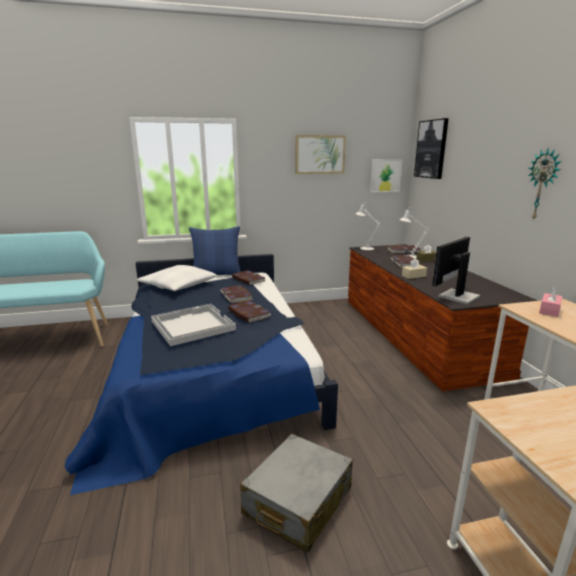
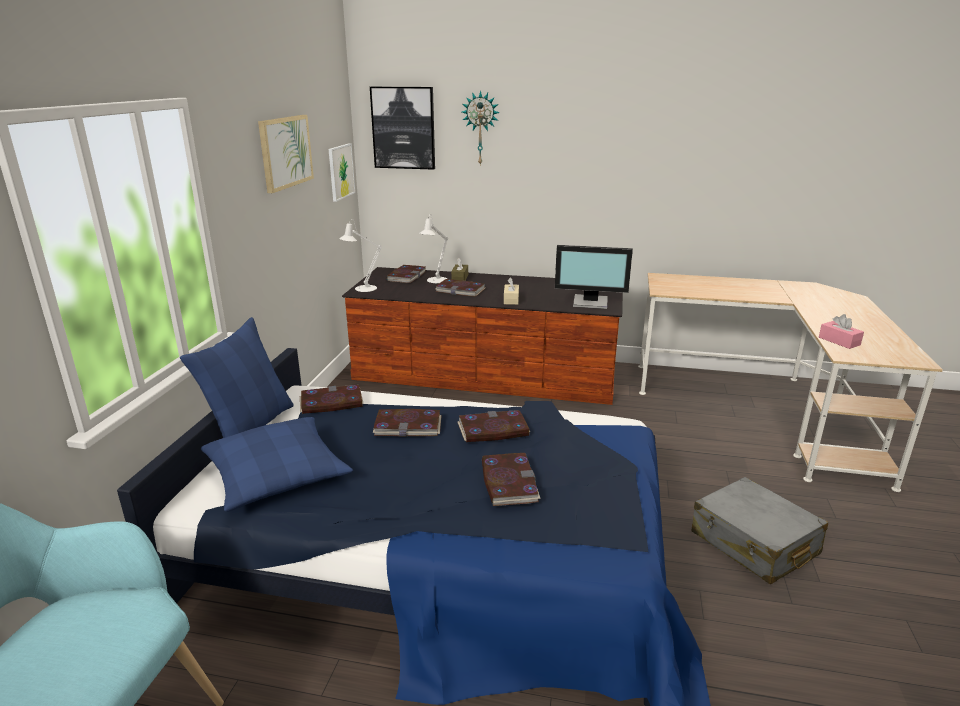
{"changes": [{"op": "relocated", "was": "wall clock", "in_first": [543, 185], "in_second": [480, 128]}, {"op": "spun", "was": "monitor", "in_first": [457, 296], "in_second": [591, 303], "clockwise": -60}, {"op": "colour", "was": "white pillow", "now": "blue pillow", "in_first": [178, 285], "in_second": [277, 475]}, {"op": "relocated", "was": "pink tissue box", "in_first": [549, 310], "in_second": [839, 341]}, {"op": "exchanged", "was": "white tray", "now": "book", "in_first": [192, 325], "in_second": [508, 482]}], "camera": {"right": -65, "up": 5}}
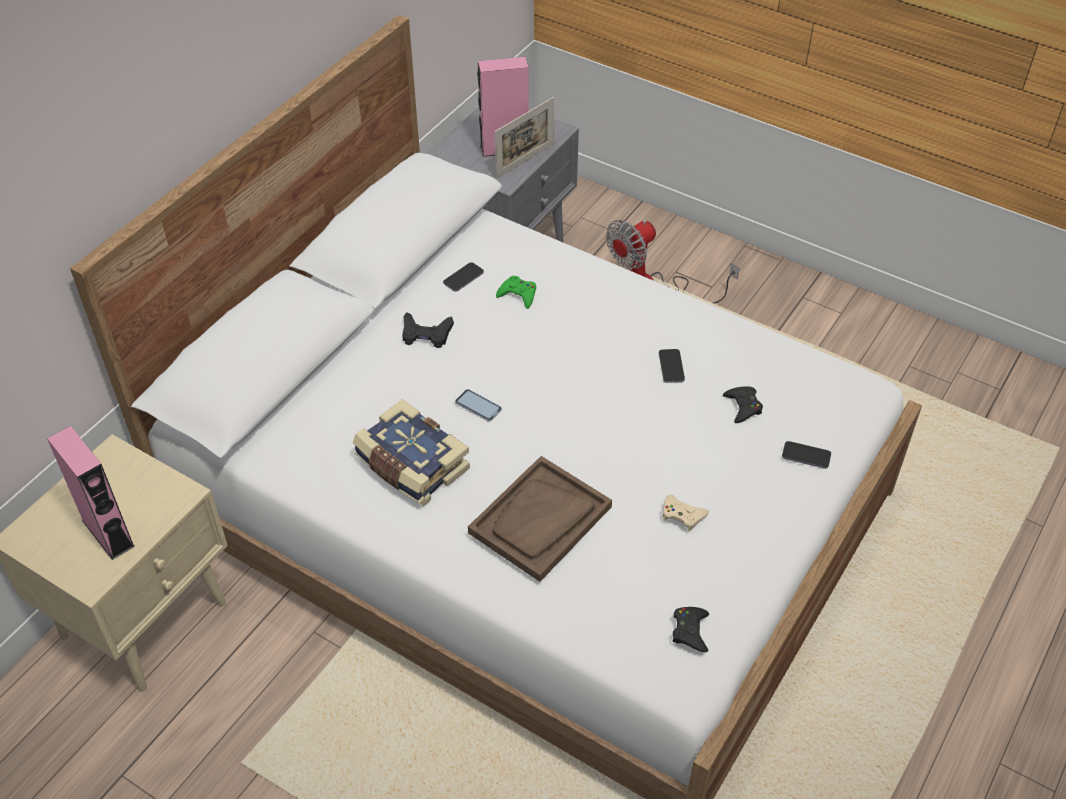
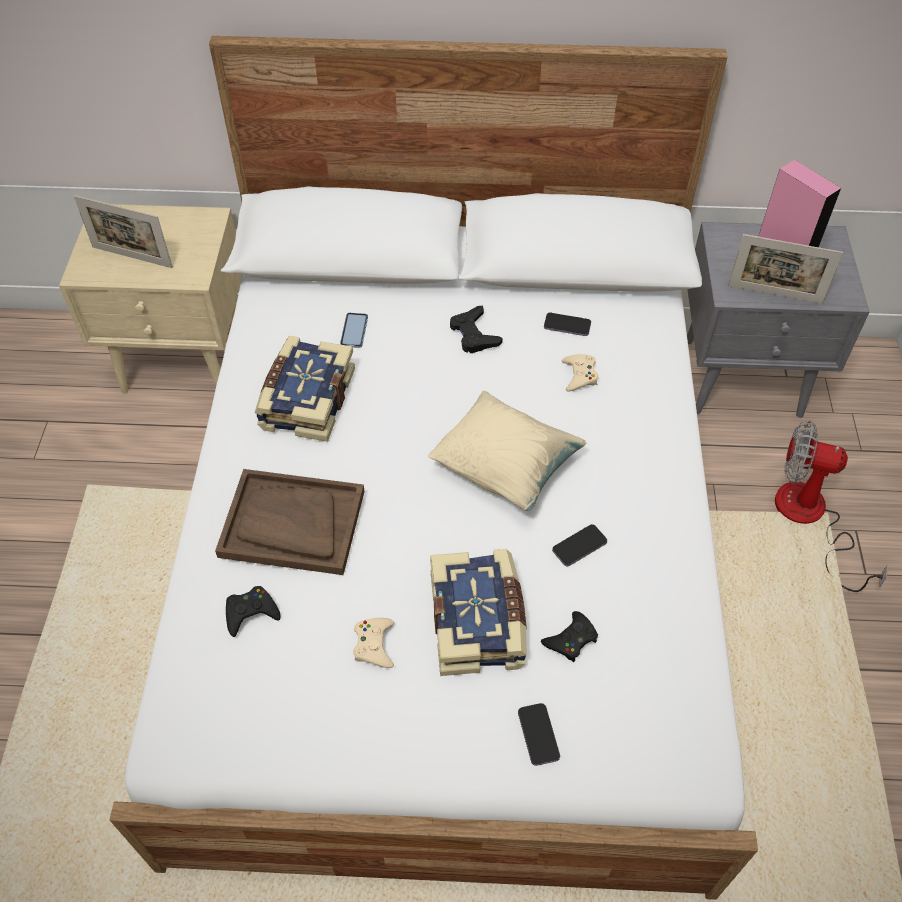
{"changes": [{"op": "colour", "was": "green game controller", "now": "beige game controller", "in_first": [518, 295], "in_second": [579, 375]}, {"op": "relocated", "was": "phone", "in_first": [478, 406], "in_second": [354, 331]}, {"op": "exchanged", "was": "pink speaker", "now": "picture frame", "in_first": [108, 533], "in_second": [132, 257]}, {"op": "relocated", "was": "black game controller", "in_first": [690, 631], "in_second": [251, 613]}, {"op": "appeared", "now": "beige pillow", "in_second": [505, 468]}, {"op": "appeared", "now": "book", "in_second": [479, 621]}], "camera": {"right": 60, "up": 5}}
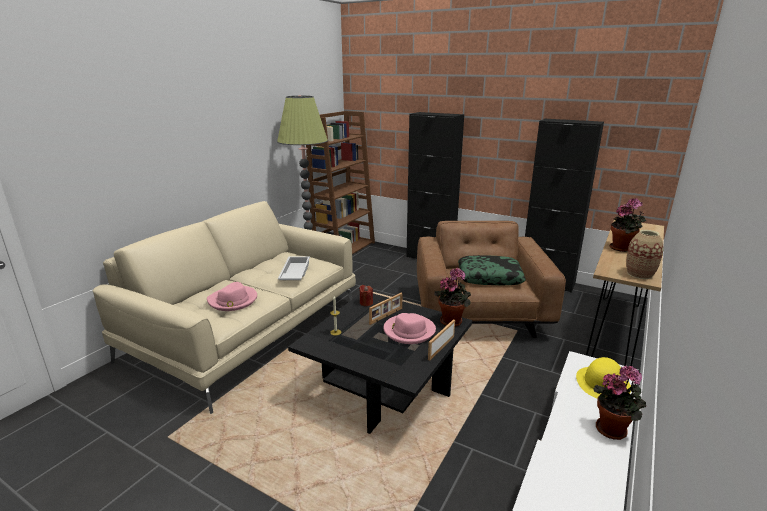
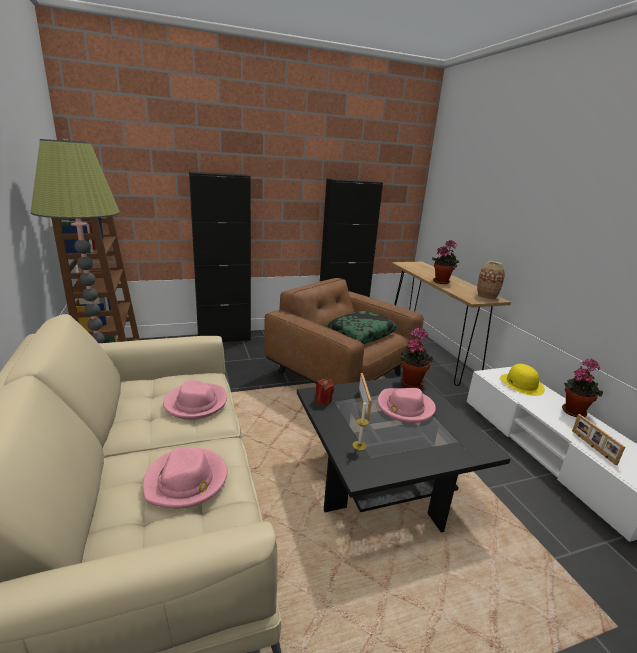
{"changes": [{"op": "exchanged", "was": "white tray", "now": "pink hat", "in_first": [294, 273], "in_second": [196, 403]}, {"op": "relocated", "was": "picture frame", "in_first": [440, 347], "in_second": [592, 447]}], "camera": {"right": -50, "up": 0}}
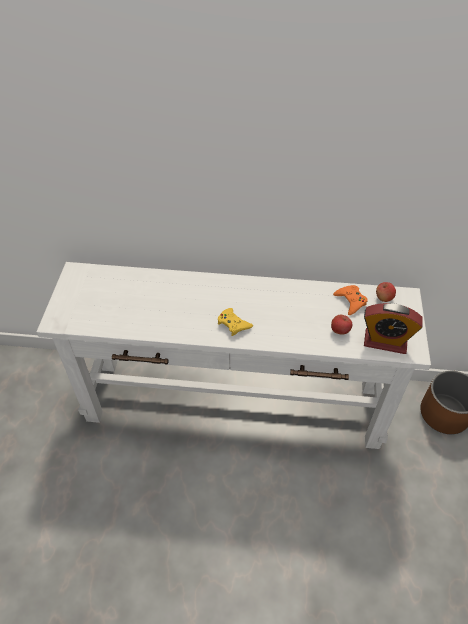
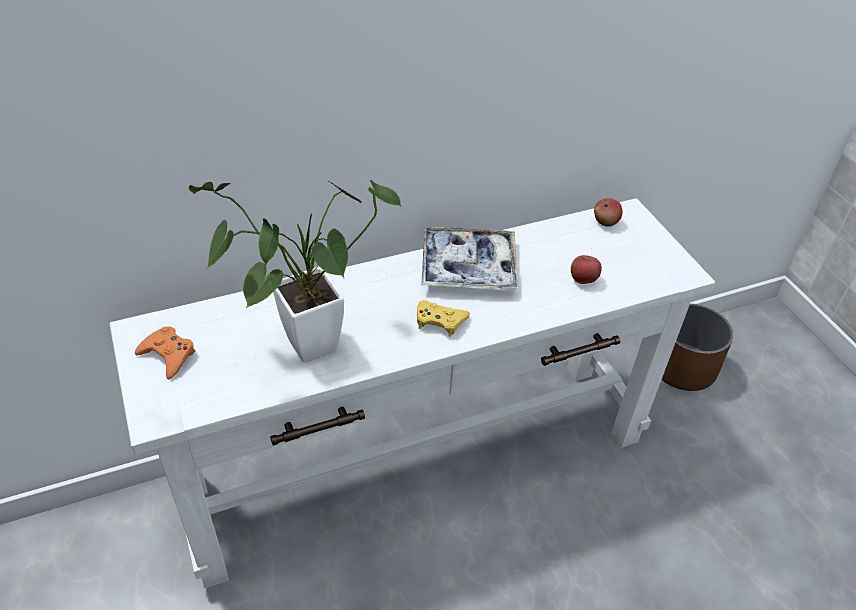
{"changes": [{"op": "relocated", "was": "orange game controller", "in_first": [350, 301], "in_second": [168, 355]}, {"op": "missing", "was": "alarm clock", "in_first": [385, 342]}, {"op": "appeared", "now": "potted plant", "in_second": [301, 349]}, {"op": "appeared", "now": "tray", "in_second": [468, 267]}], "camera": {"right": -30, "up": -5}}
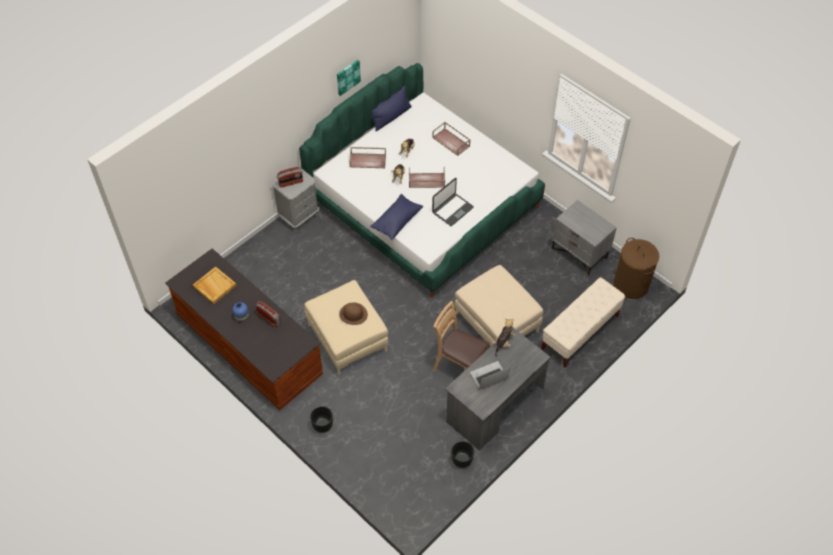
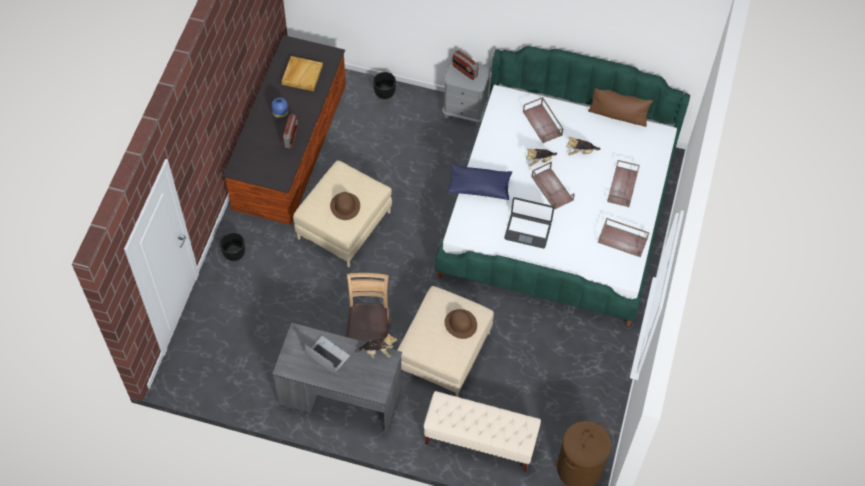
{"changes": [{"op": "missing", "was": "picture", "in_first": [347, 77]}, {"op": "colour", "was": "blue pillow", "now": "brown pillow", "in_first": [391, 117], "in_second": [618, 115]}, {"op": "missing", "was": "grey nightstand", "in_first": [580, 253]}, {"op": "relocated", "was": "black planter", "in_first": [462, 459], "in_second": [385, 92]}, {"op": "appeared", "now": "brown tray", "in_second": [623, 240]}, {"op": "appeared", "now": "brown hat", "in_second": [460, 324]}], "camera": {"right": 60, "up": 5}}
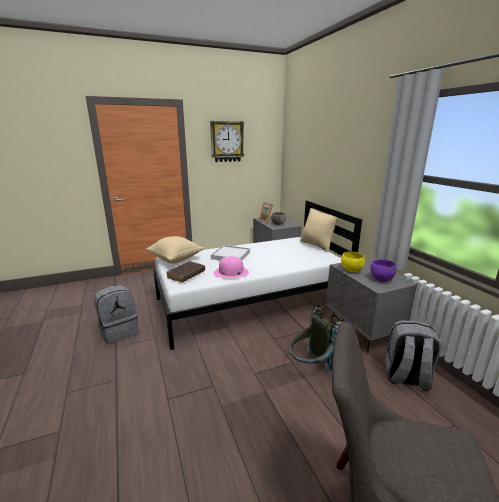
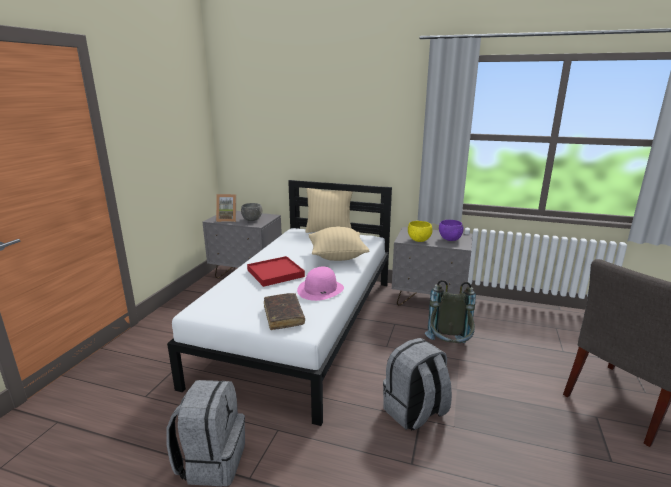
{"changes": [{"op": "missing", "was": "wall clock", "in_first": [227, 141]}, {"op": "relocated", "was": "beige pillow", "in_first": [176, 260], "in_second": [337, 257]}, {"op": "colour", "was": "white tray", "now": "red tray", "in_first": [231, 255], "in_second": [275, 273]}, {"op": "relocated", "was": "grey backpack", "in_first": [406, 377], "in_second": [415, 413]}], "camera": {"right": -50, "up": 0}}
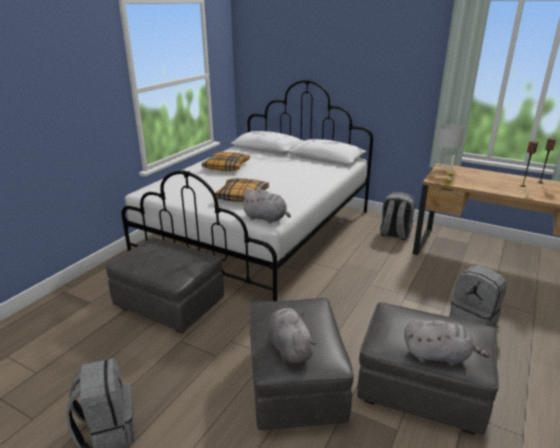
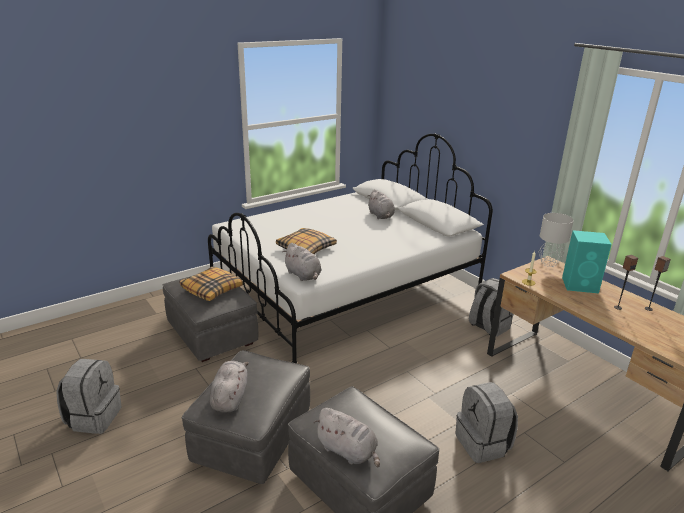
{"changes": [{"op": "relocated", "was": "pillow", "in_first": [226, 166], "in_second": [212, 289]}, {"op": "appeared", "now": "grey plush toy", "in_second": [381, 216]}, {"op": "appeared", "now": "turquoise speaker", "in_second": [581, 285]}], "camera": {"right": 25, "up": 0}}
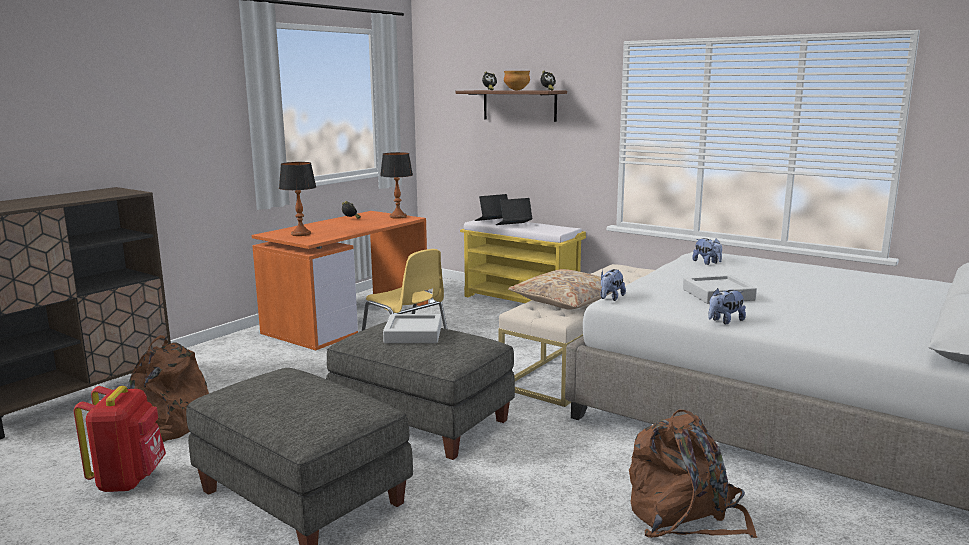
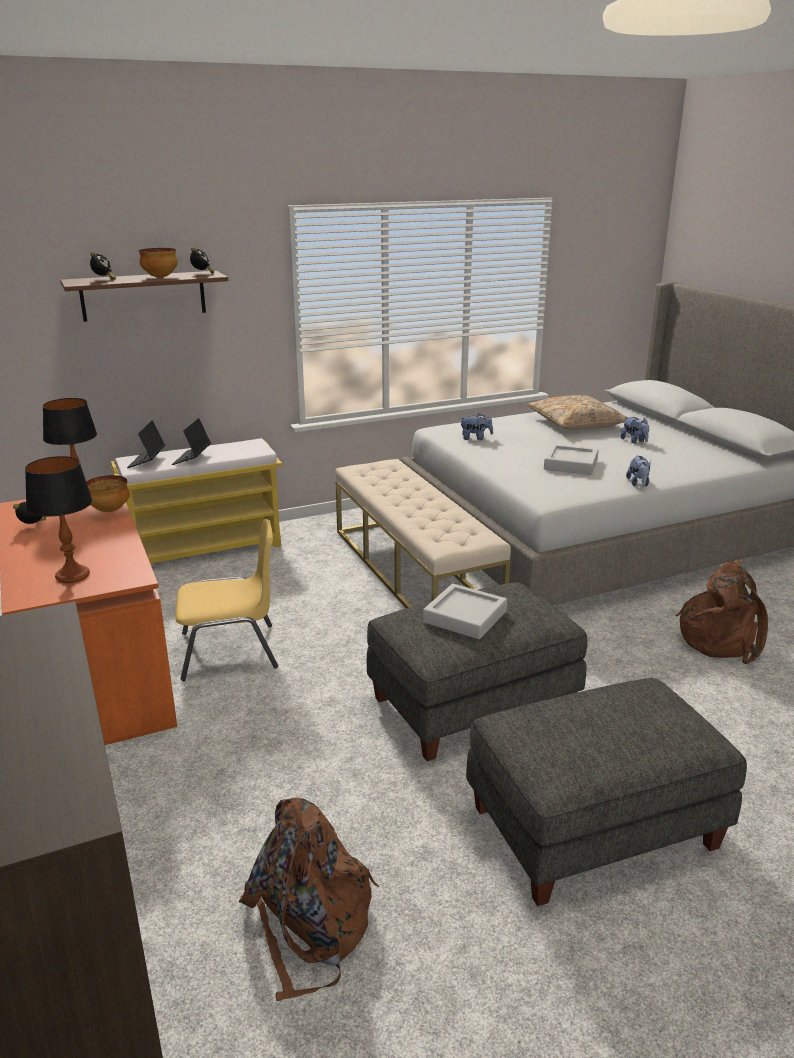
{"changes": [{"op": "relocated", "was": "beige pillow", "in_first": [566, 301], "in_second": [576, 423]}, {"op": "relocated", "was": "plush toy", "in_first": [610, 298], "in_second": [634, 441]}, {"op": "missing", "was": "red backpack", "in_first": [129, 480]}, {"op": "appeared", "now": "bowl", "in_second": [109, 510]}], "camera": {"right": -60, "up": 10}}
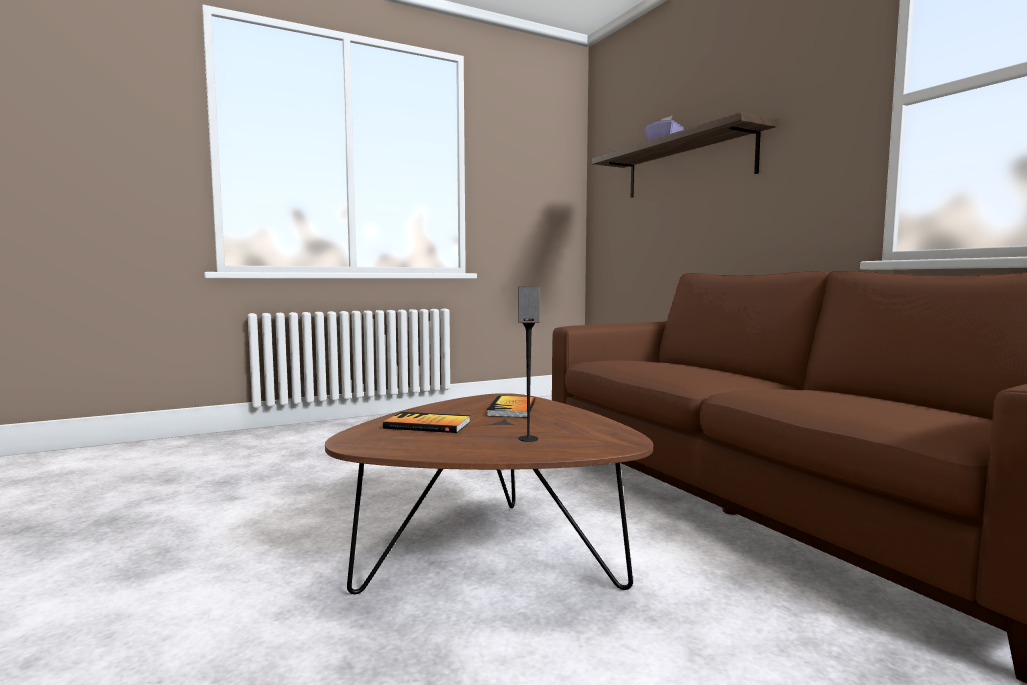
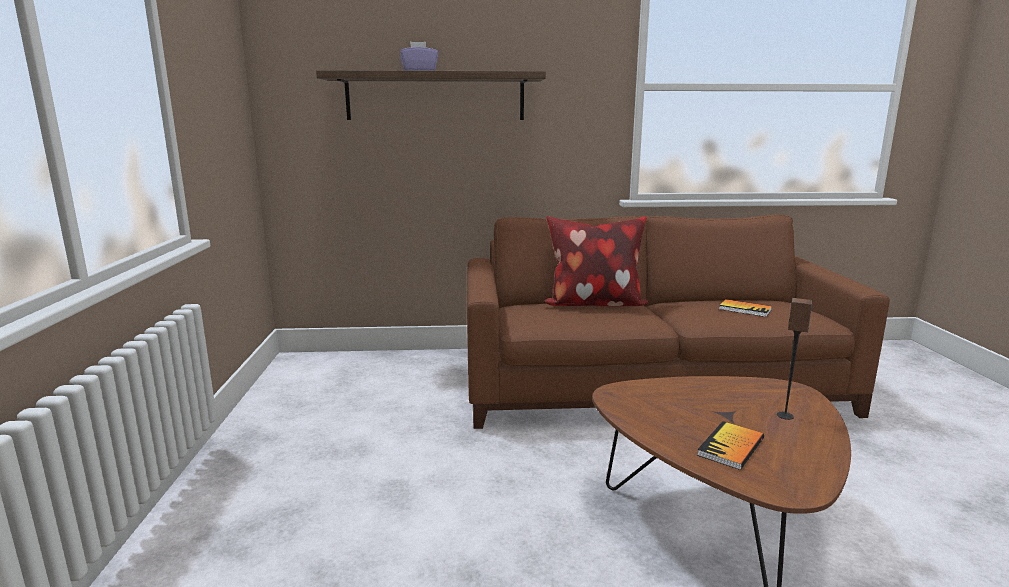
{"changes": [{"op": "relocated", "was": "book", "in_first": [512, 409], "in_second": [745, 309]}, {"op": "appeared", "now": "pillow", "in_second": [593, 304]}], "camera": {"right": -65, "up": 10}}
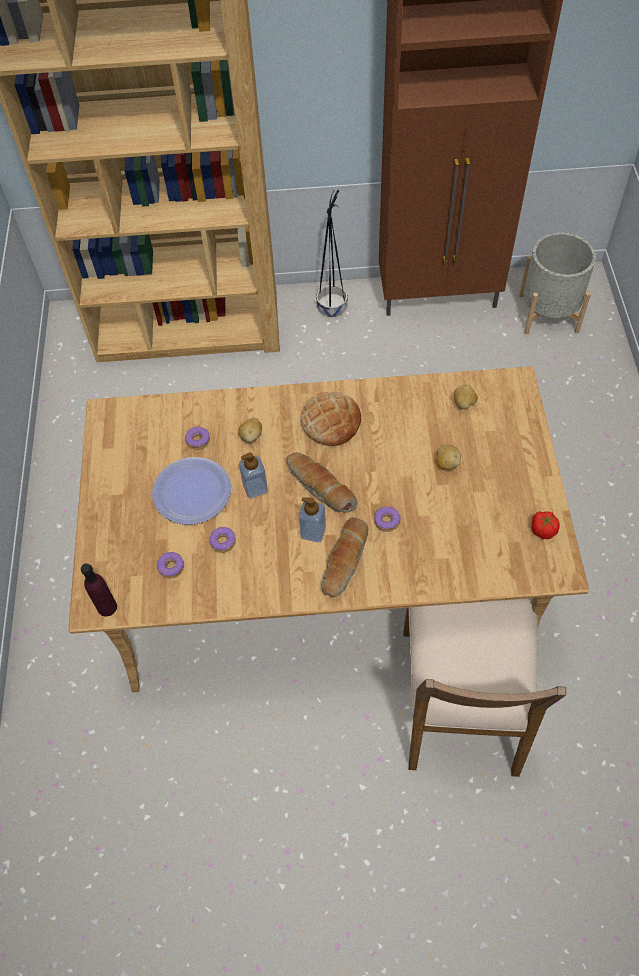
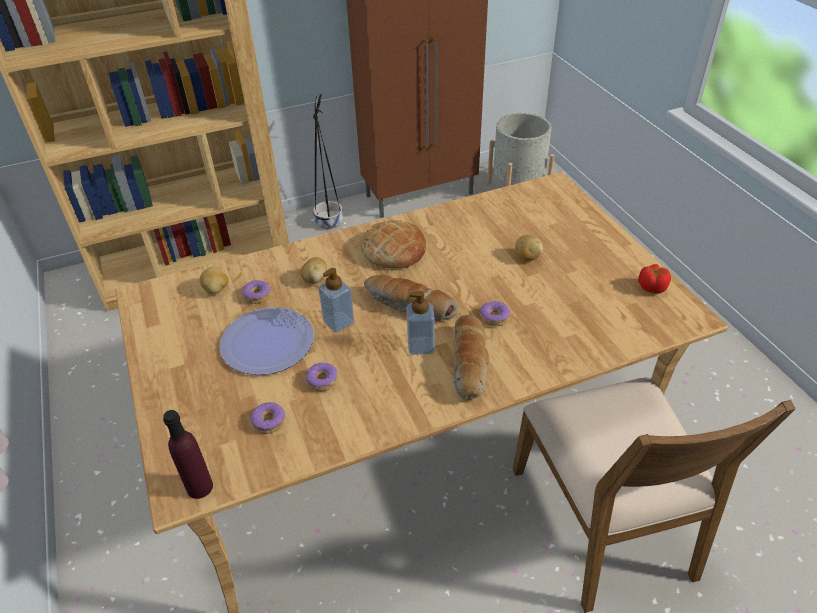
{"changes": [{"op": "relocated", "was": "potato", "in_first": [464, 403], "in_second": [216, 289]}], "camera": {"right": -20, "up": -15}}
